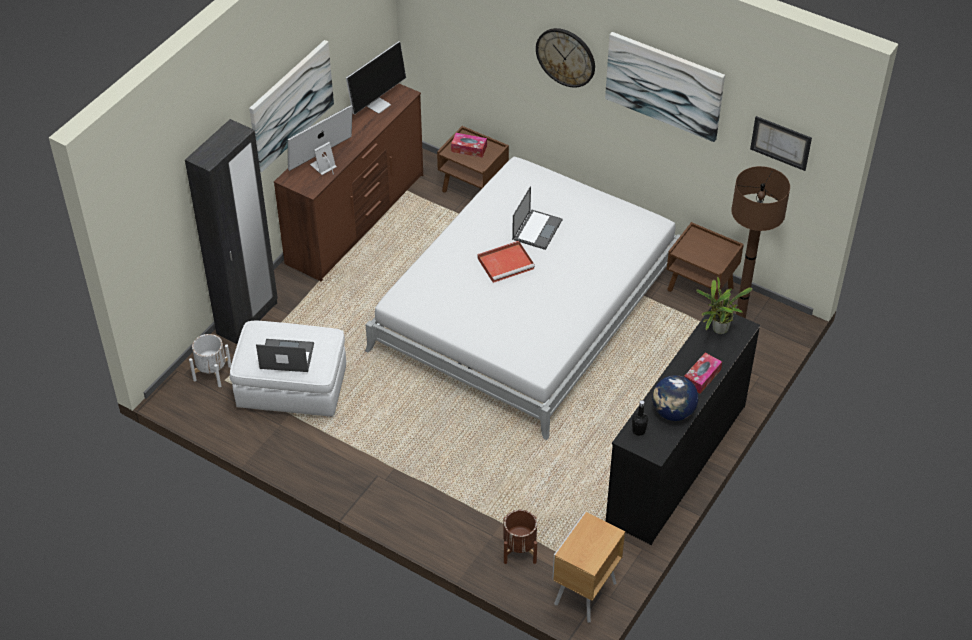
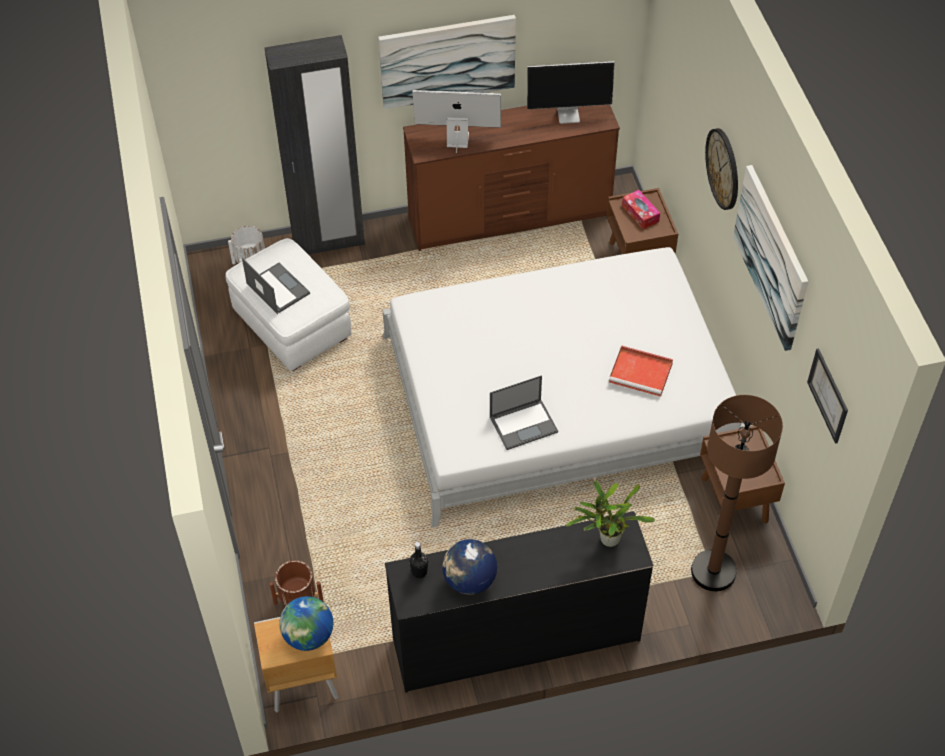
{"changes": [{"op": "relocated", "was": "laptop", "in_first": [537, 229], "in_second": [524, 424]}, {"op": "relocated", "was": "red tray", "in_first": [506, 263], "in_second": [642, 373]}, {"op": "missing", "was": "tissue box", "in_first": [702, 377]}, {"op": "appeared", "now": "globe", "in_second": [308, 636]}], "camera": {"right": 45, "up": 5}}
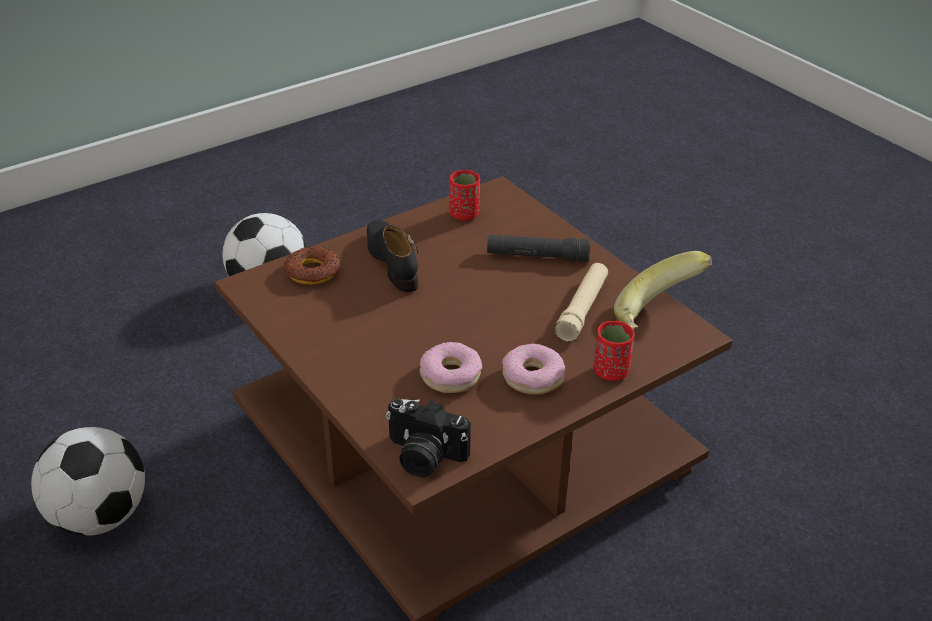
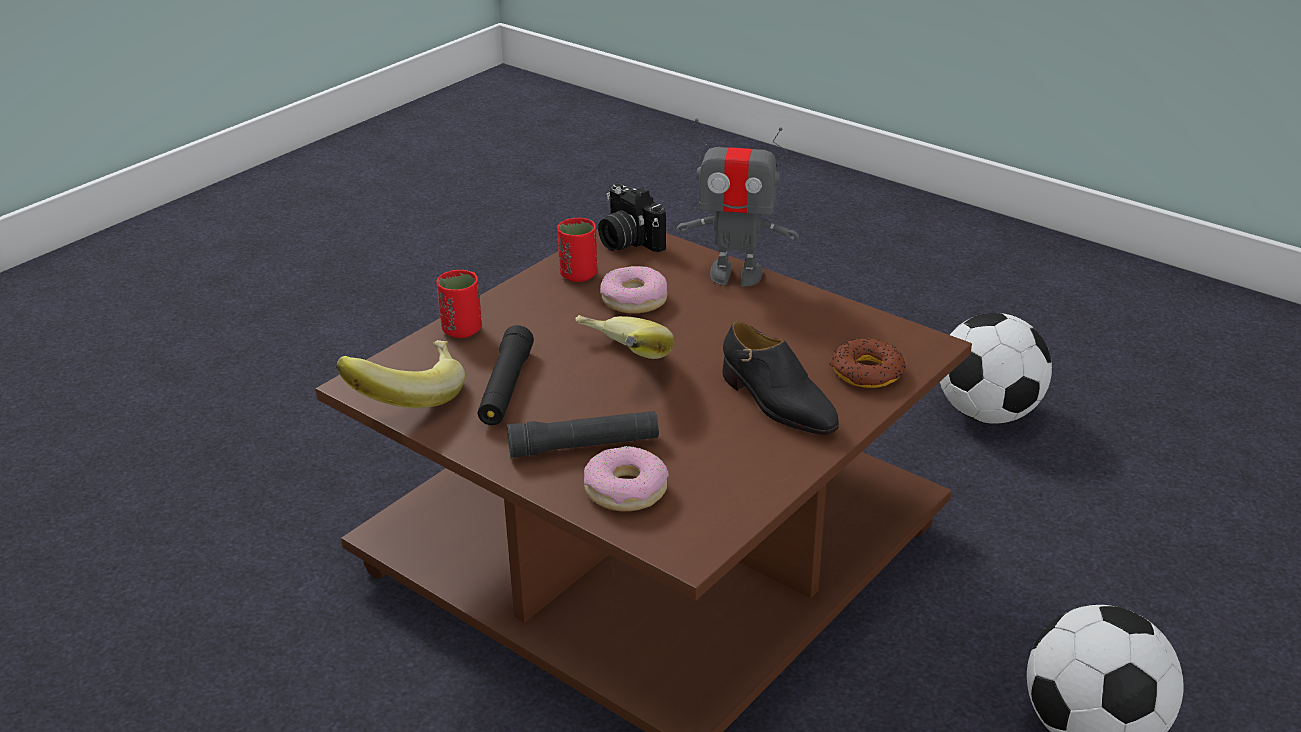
{"changes": [{"op": "relocated", "was": "red cup", "in_first": [464, 214], "in_second": [578, 275]}, {"op": "colour", "was": "beige flashlight", "now": "black flashlight", "in_first": [582, 309], "in_second": [506, 388]}, {"op": "relocated", "was": "donut", "in_first": [533, 377], "in_second": [625, 490]}, {"op": "spun", "was": "photo camera", "in_first": [423, 456], "in_second": [627, 241], "clockwise": -135}, {"op": "appeared", "now": "toy robot", "in_second": [735, 274]}, {"op": "appeared", "now": "banana", "in_second": [618, 364]}], "camera": {"right": 165, "up": -5}}
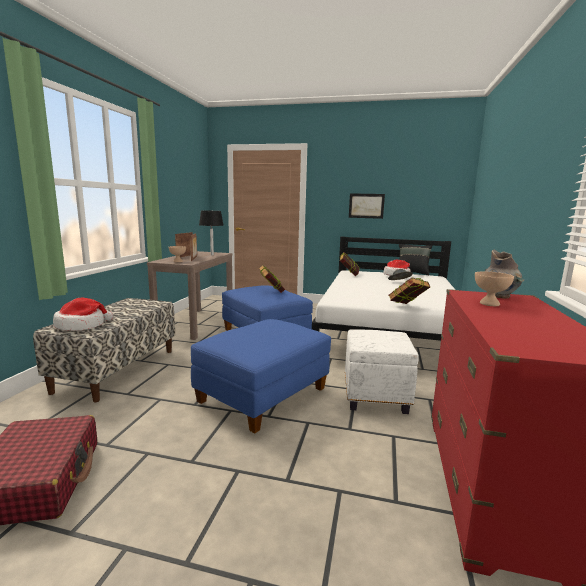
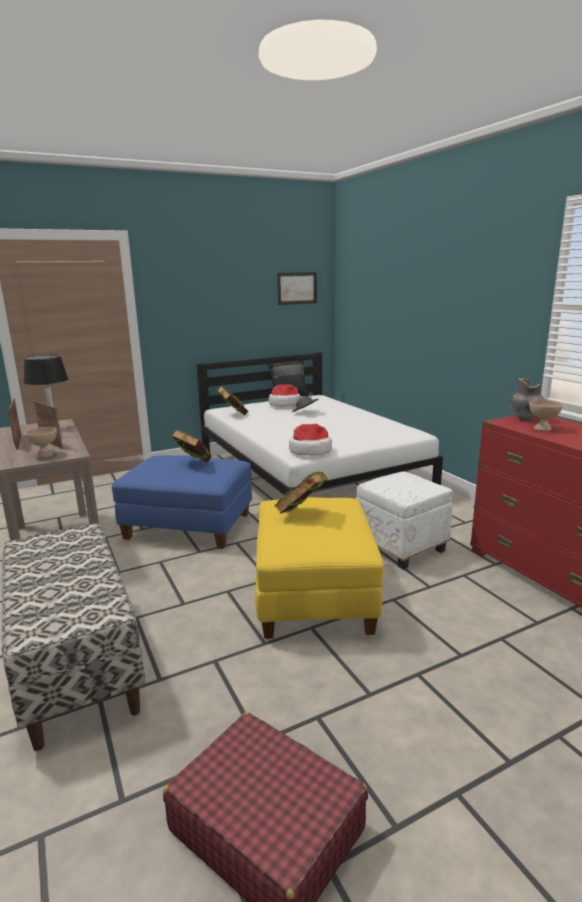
{"changes": [{"op": "relocated", "was": "picture", "in_first": [366, 206], "in_second": [297, 288]}, {"op": "relocated", "was": "book", "in_first": [407, 307], "in_second": [301, 515]}, {"op": "relocated", "was": "hat", "in_first": [81, 325], "in_second": [310, 451]}, {"op": "colour", "was": "blue ottoman", "now": "yellow ottoman", "in_first": [262, 395], "in_second": [313, 596]}], "camera": {"right": -40, "up": 5}}
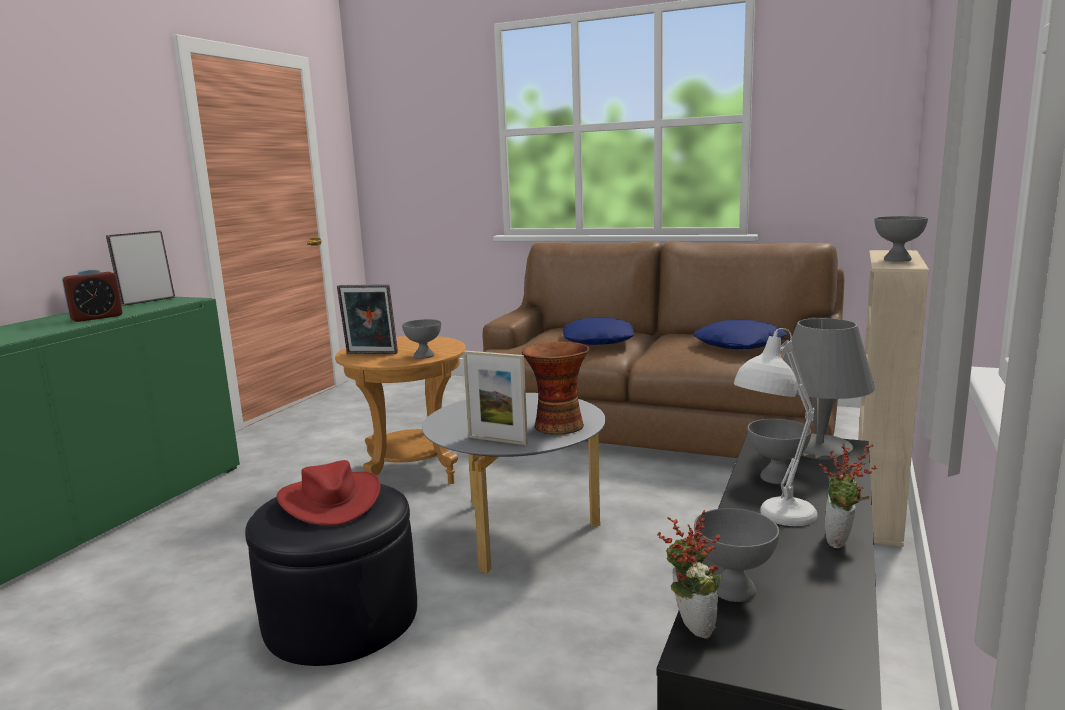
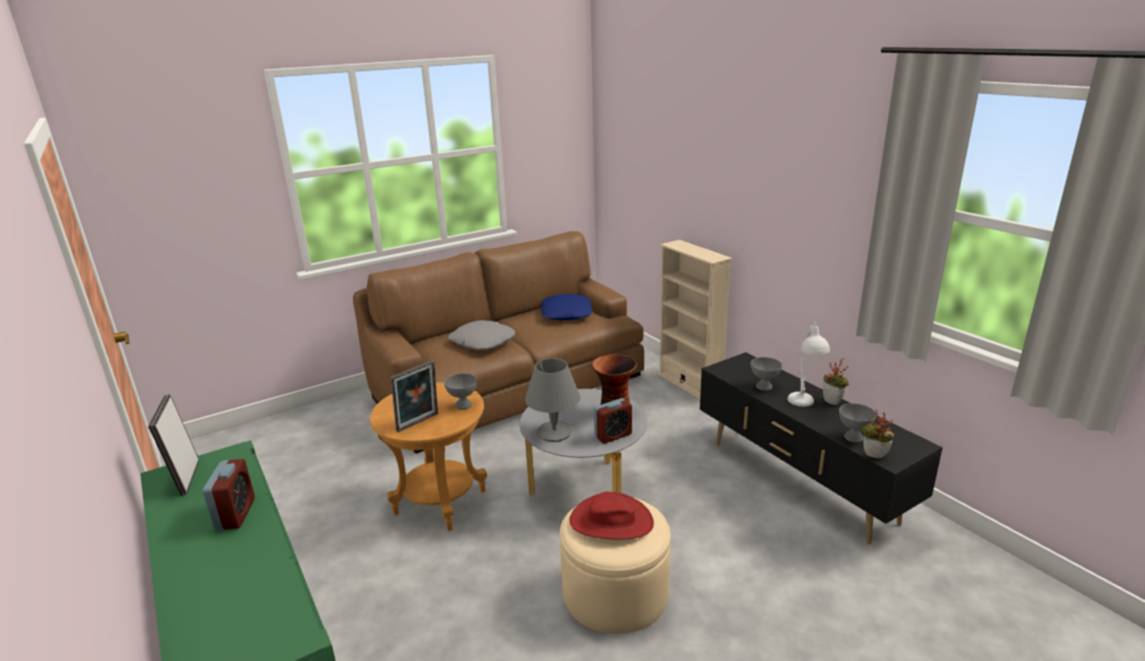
{"changes": [{"op": "missing", "was": "grey bowl", "in_first": [898, 259]}, {"op": "colour", "was": "blue pillow", "now": "grey pillow", "in_first": [597, 340], "in_second": [482, 342]}, {"op": "relocated", "was": "grey table lamp", "in_first": [820, 448], "in_second": [554, 432]}, {"op": "exchanged", "was": "picture frame", "now": "alarm clock", "in_first": [497, 440], "in_second": [613, 435]}, {"op": "colour", "was": "black ottoman", "now": "beige ottoman", "in_first": [340, 618], "in_second": [615, 593]}], "camera": {"right": -55, "up": 10}}
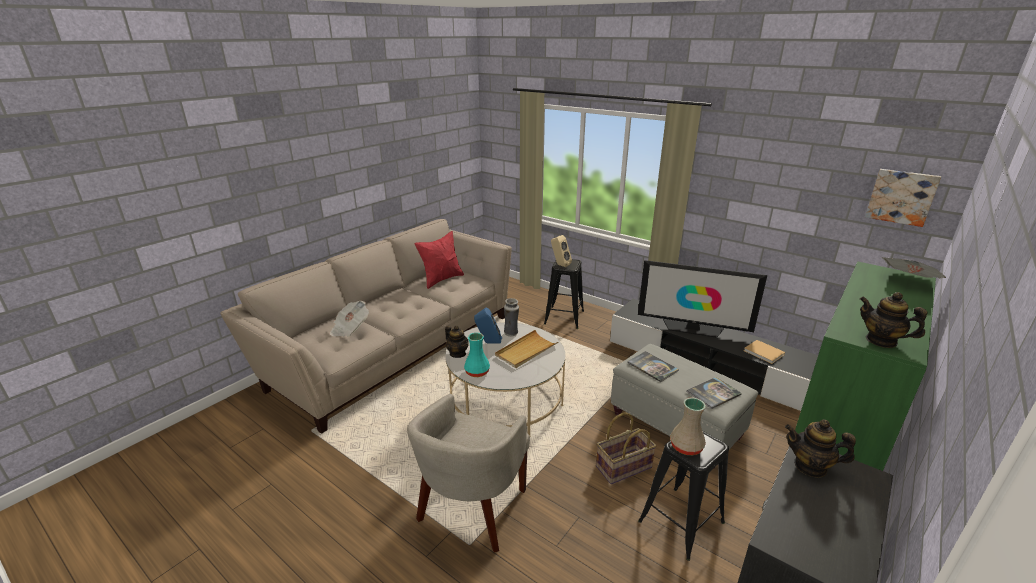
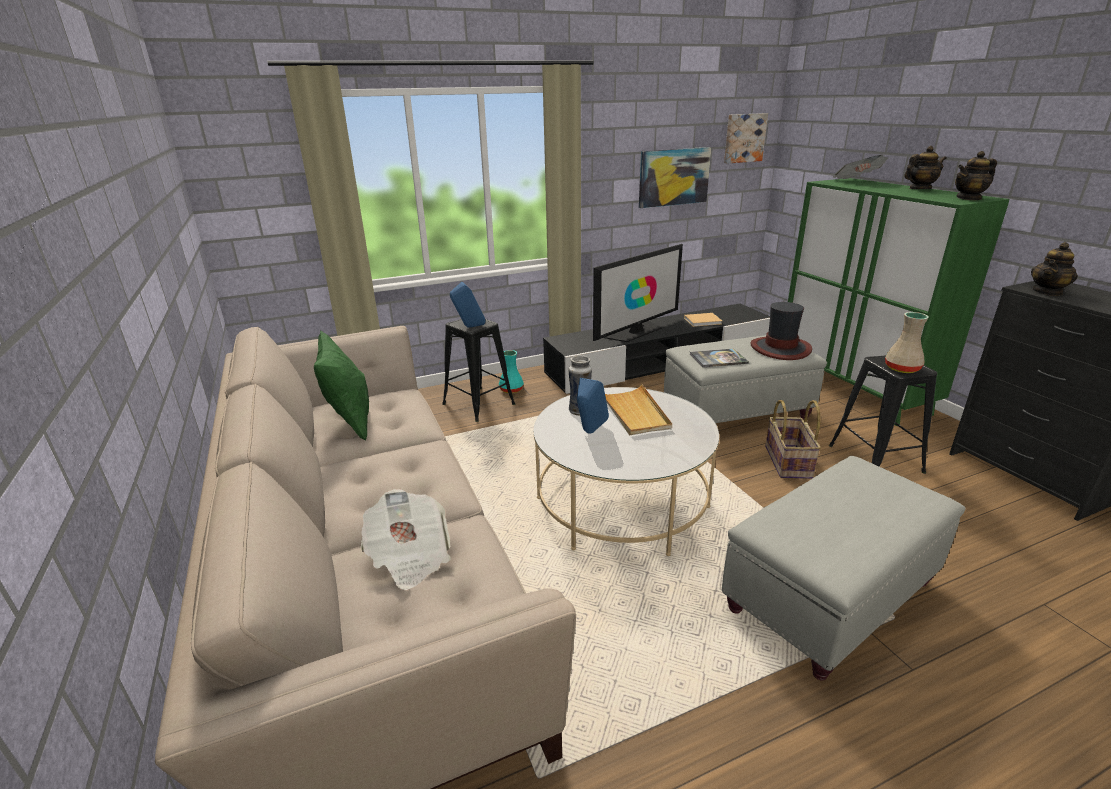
{"changes": [{"op": "colour", "was": "red pillow", "now": "green pillow", "in_first": [441, 279], "in_second": [350, 422]}, {"op": "colour", "was": "beige speaker", "now": "blue speaker", "in_first": [560, 265], "in_second": [469, 327]}, {"op": "relocated", "was": "teapot", "in_first": [457, 353], "in_second": [919, 189]}, {"op": "relocated", "was": "turquoise vase", "in_first": [476, 372], "in_second": [511, 390]}, {"op": "exchanged", "was": "book", "now": "hat", "in_first": [713, 393], "in_second": [780, 349]}, {"op": "exchanged", "was": "beige armchair", "now": "grey ottoman", "in_first": [472, 509], "in_second": [828, 597]}, {"op": "appeared", "now": "picture", "in_second": [673, 177]}], "camera": {"right": -60, "up": 0}}
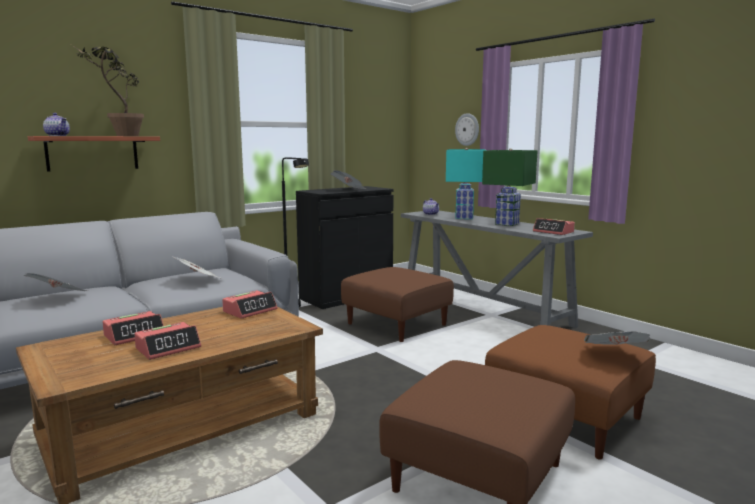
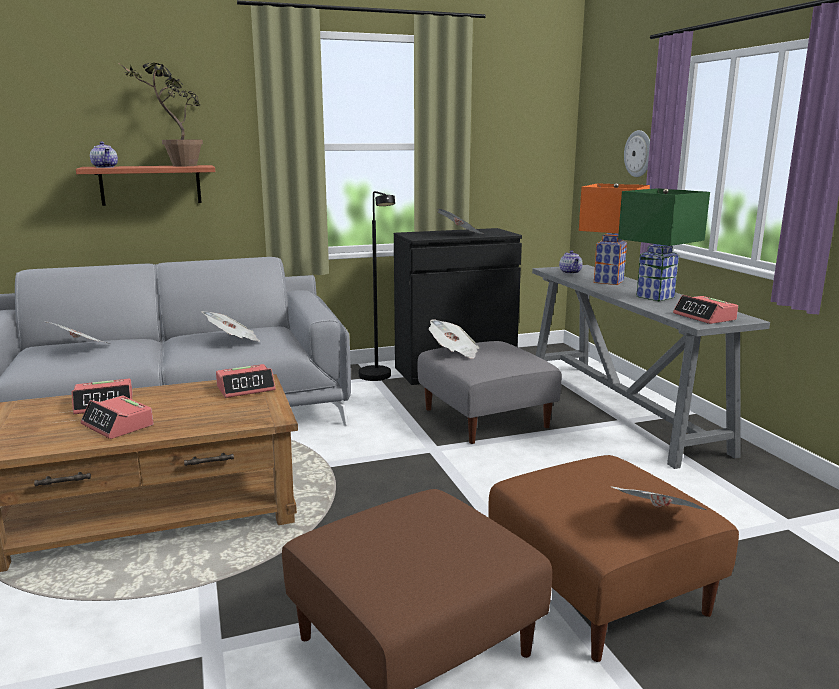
{"changes": [{"op": "colour", "was": "turquoise table lamp", "now": "orange table lamp", "in_first": [464, 218], "in_second": [609, 282]}, {"op": "colour", "was": "brown ottoman", "now": "grey ottoman", "in_first": [397, 324], "in_second": [486, 418]}, {"op": "spun", "was": "alarm clock", "in_first": [168, 348], "in_second": [118, 425], "clockwise": 60}, {"op": "appeared", "now": "newspaper", "in_second": [454, 352]}], "camera": {"right": 20, "up": 5}}
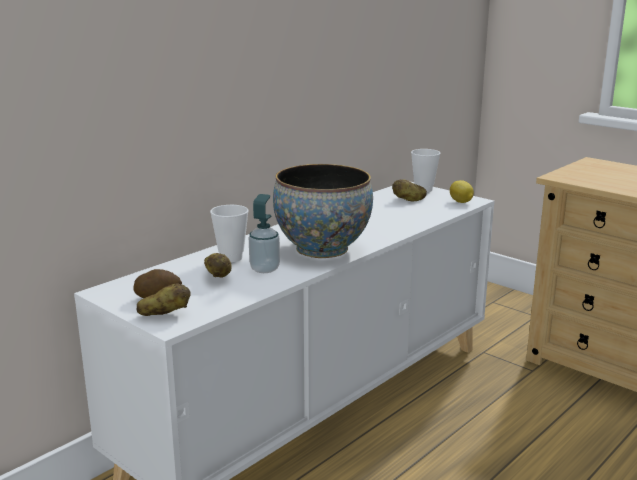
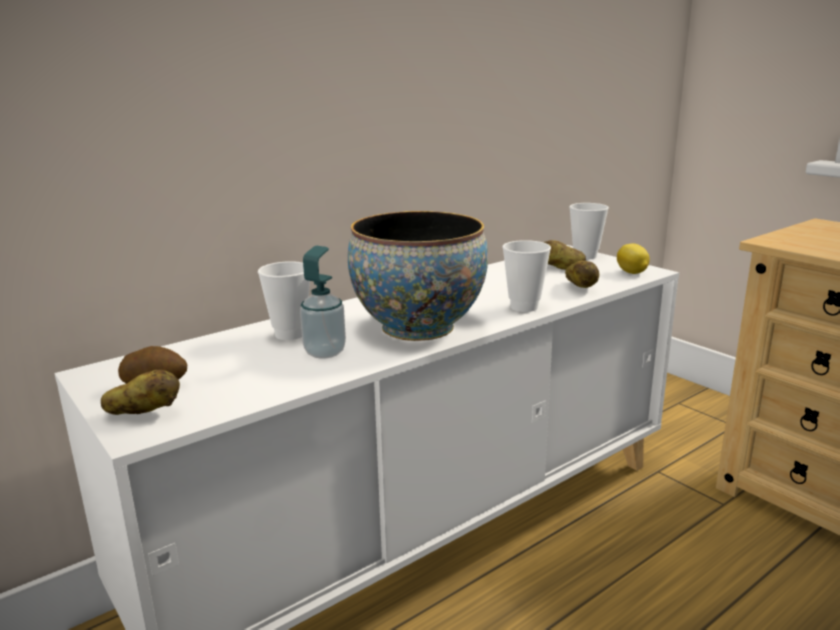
{"changes": [{"op": "relocated", "was": "potato", "in_first": [218, 277], "in_second": [580, 288]}, {"op": "appeared", "now": "cup", "in_second": [524, 307]}], "camera": {"right": 10, "up": 0}}
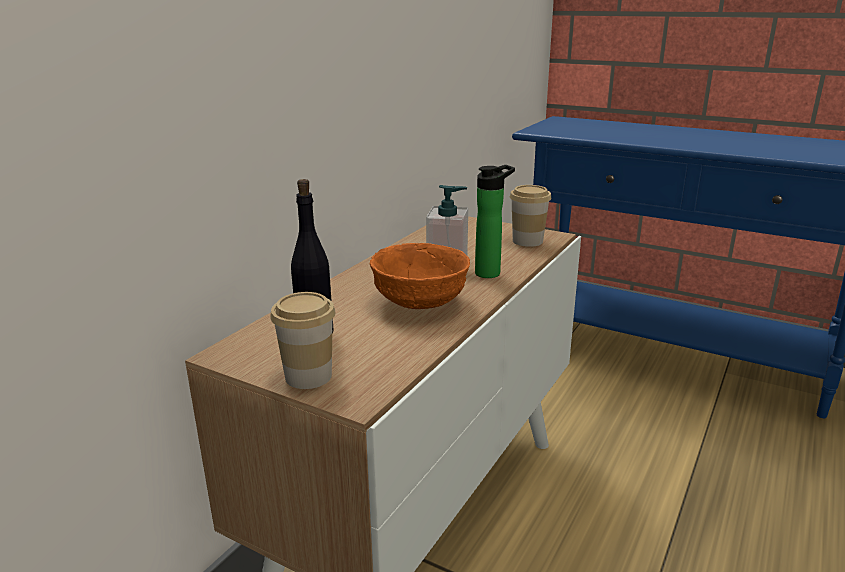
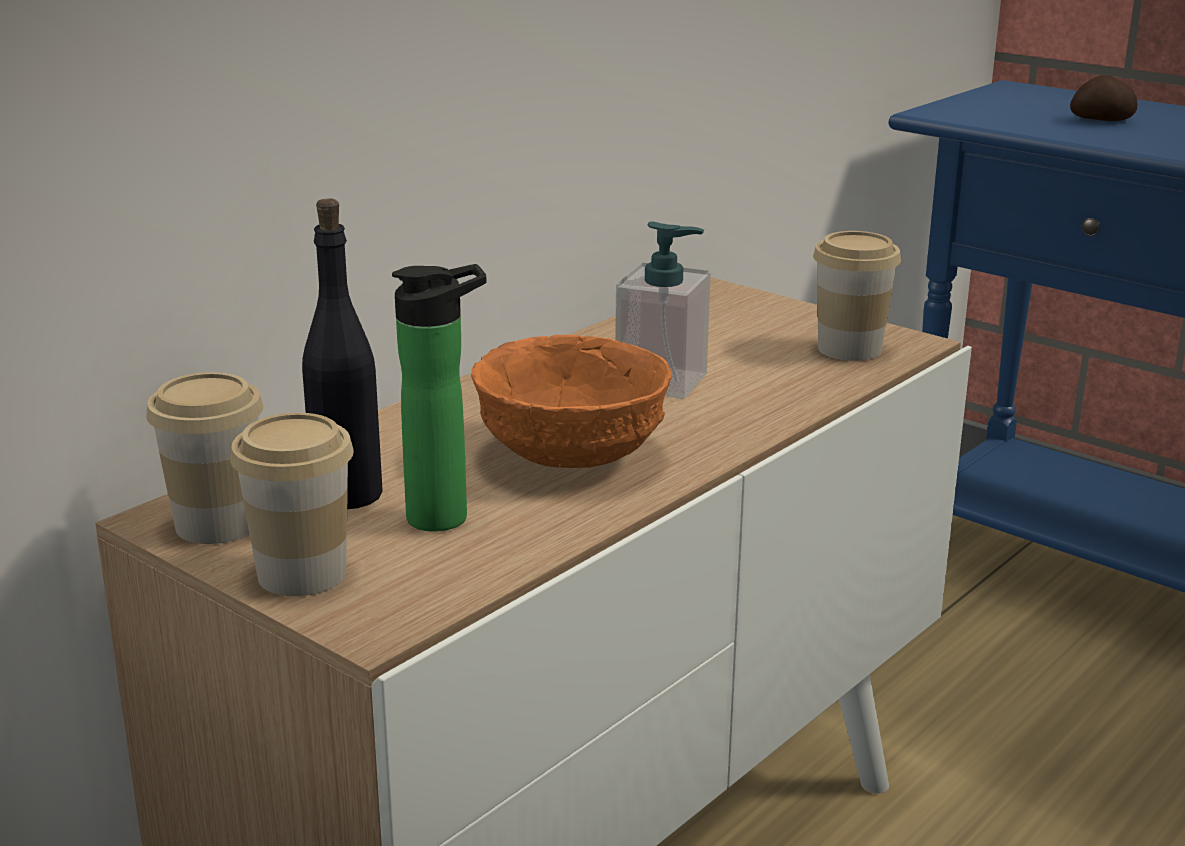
{"changes": [{"op": "relocated", "was": "bottle", "in_first": [491, 273], "in_second": [447, 517]}, {"op": "appeared", "now": "potato", "in_second": [1102, 120]}, {"op": "appeared", "now": "cup", "in_second": [217, 524]}], "camera": {"right": 10, "up": 0}}
